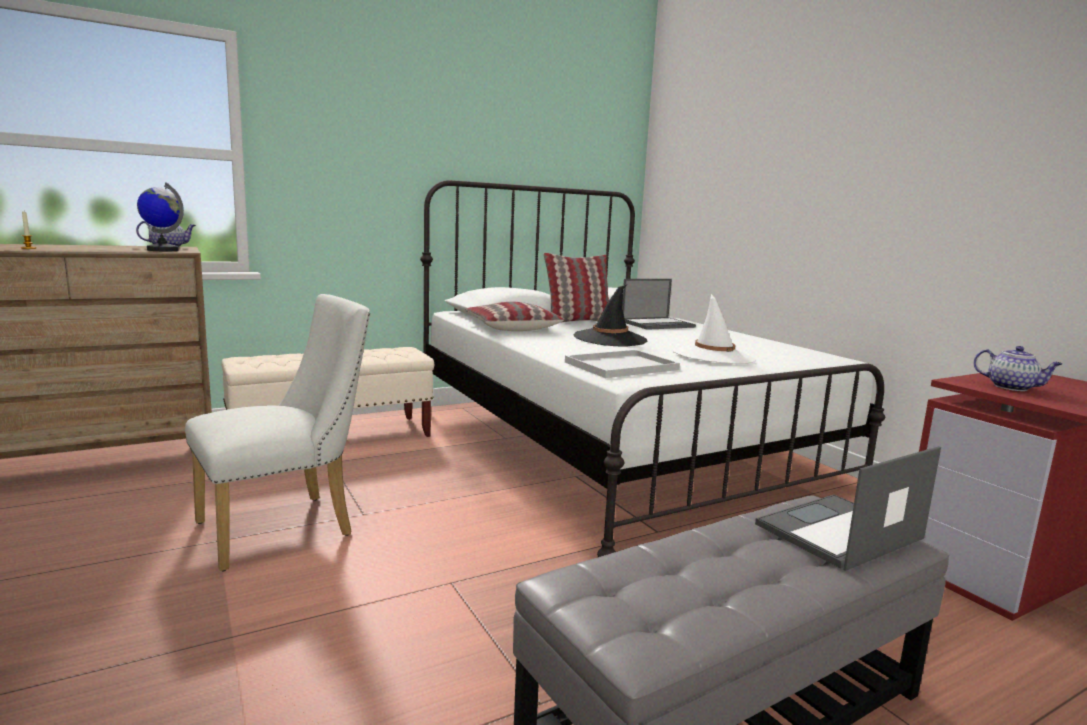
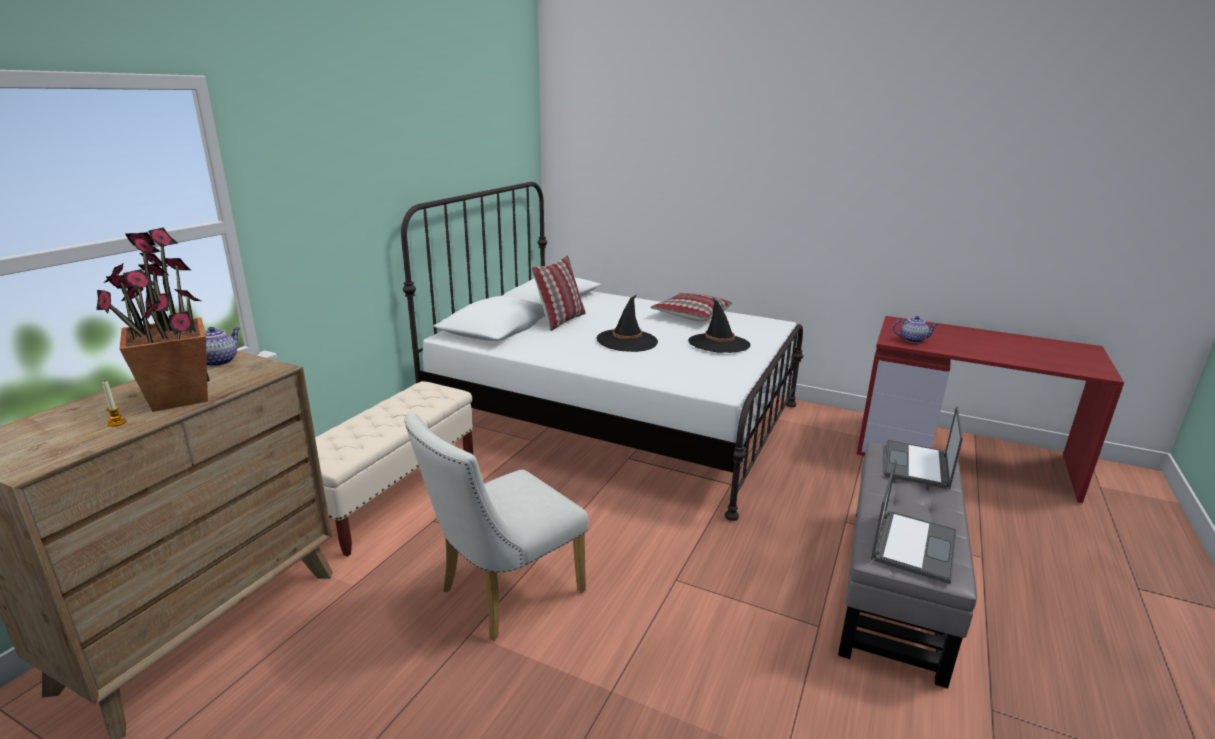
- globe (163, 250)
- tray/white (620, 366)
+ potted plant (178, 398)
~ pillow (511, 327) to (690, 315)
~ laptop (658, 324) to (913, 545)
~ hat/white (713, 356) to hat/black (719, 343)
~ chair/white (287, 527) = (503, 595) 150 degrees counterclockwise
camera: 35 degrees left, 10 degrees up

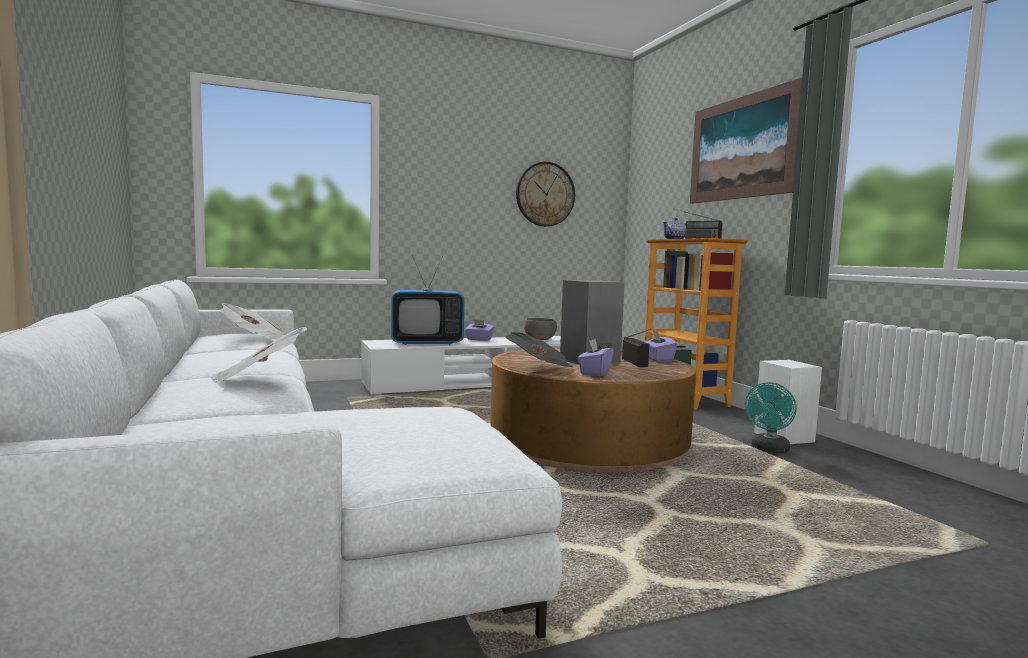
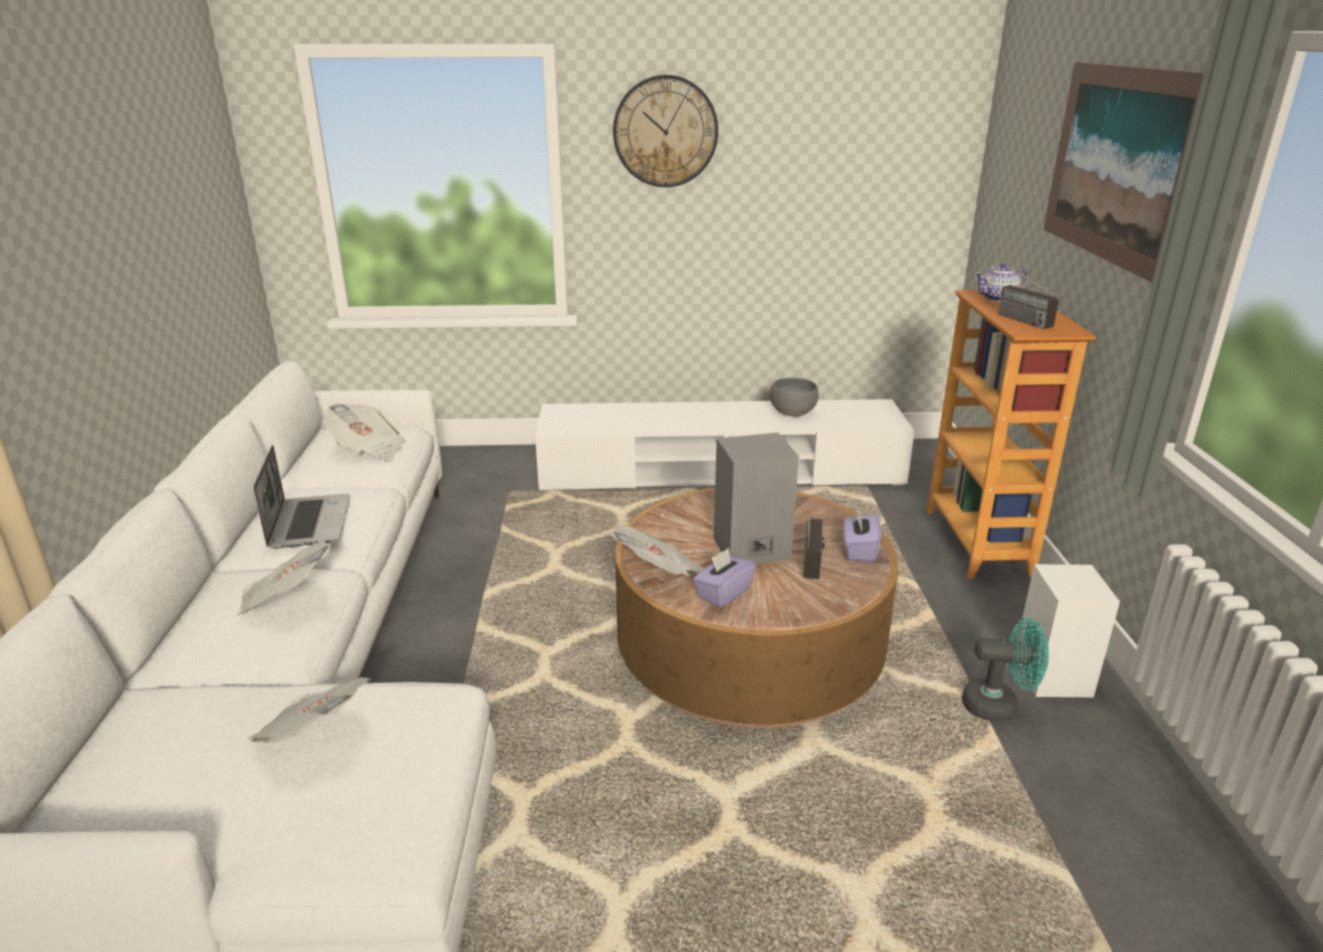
- television (426, 343)
- tissue box/purple (479, 339)
+ newspaper (315, 734)
+ laptop (308, 522)
~ wall clock (545, 194) to (665, 132)
~ fan/turquoise (769, 449) = (998, 706) 135 degrees counterclockwise
camera: 20 degrees right, 20 degrees up

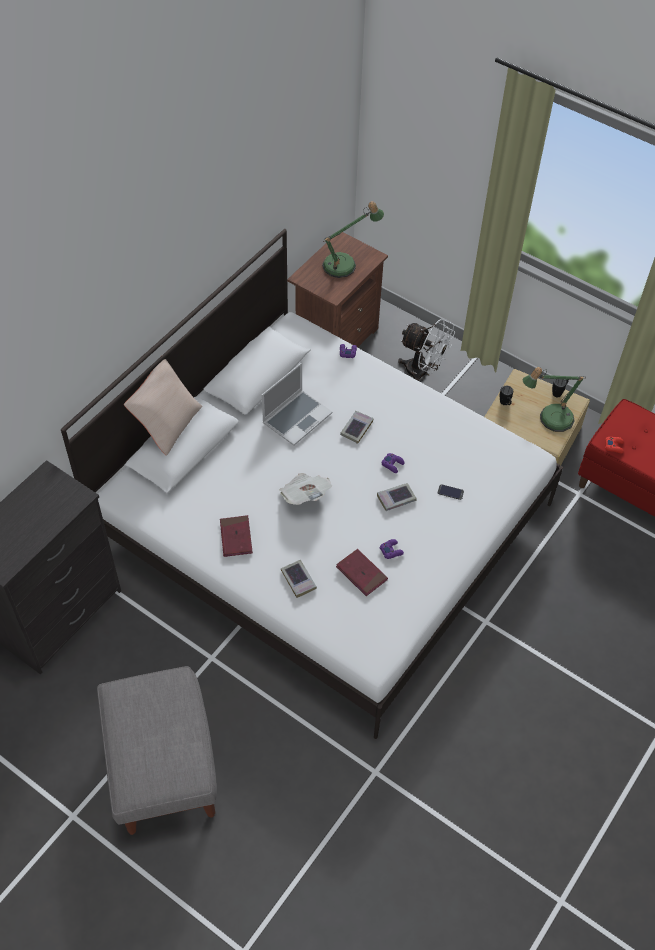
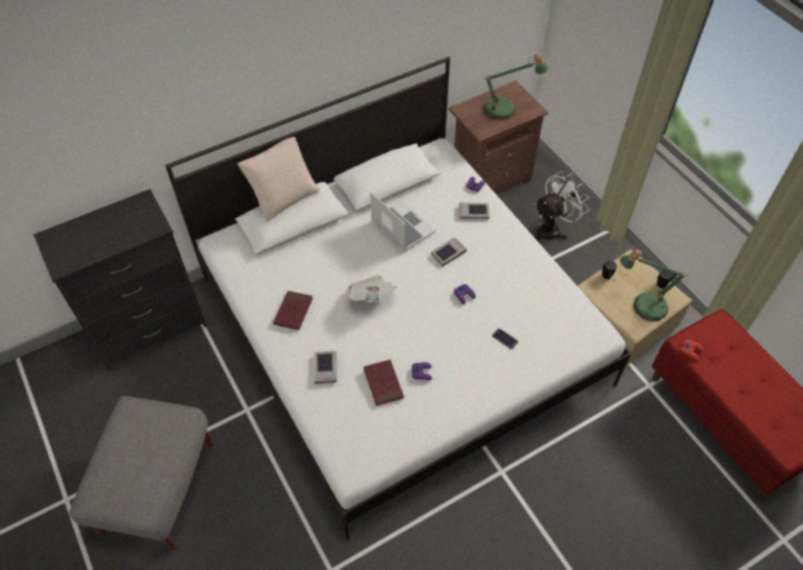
~ book (396, 499) to (473, 213)
~ laptop (297, 417) = (401, 227) 105 degrees counterclockwise
~ fan/white (422, 372) = (552, 229) 90 degrees counterclockwise
camera: 25 degrees right, 0 degrees up

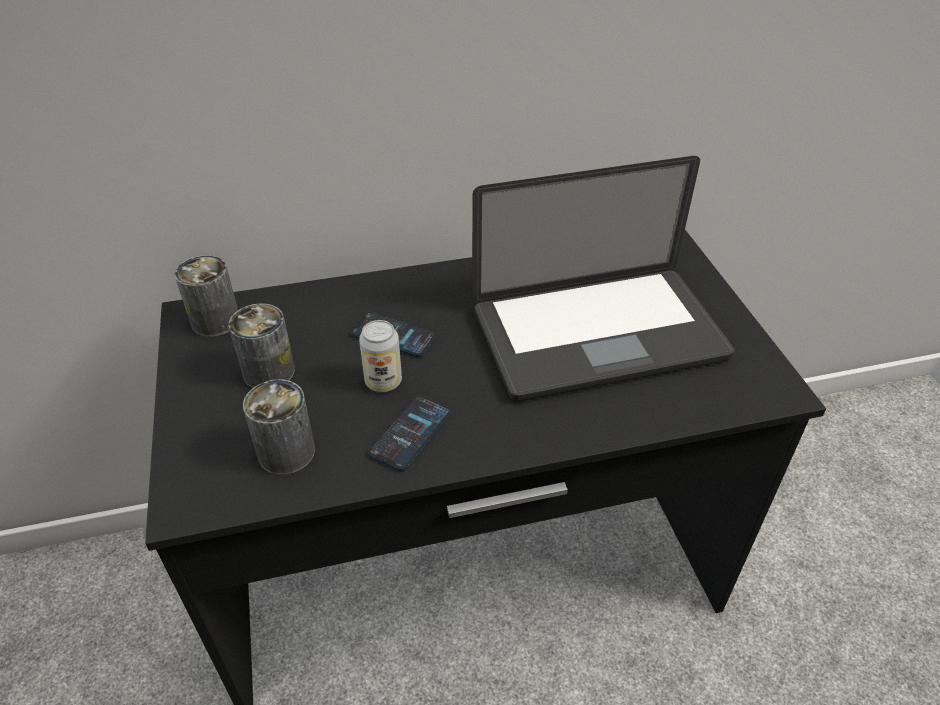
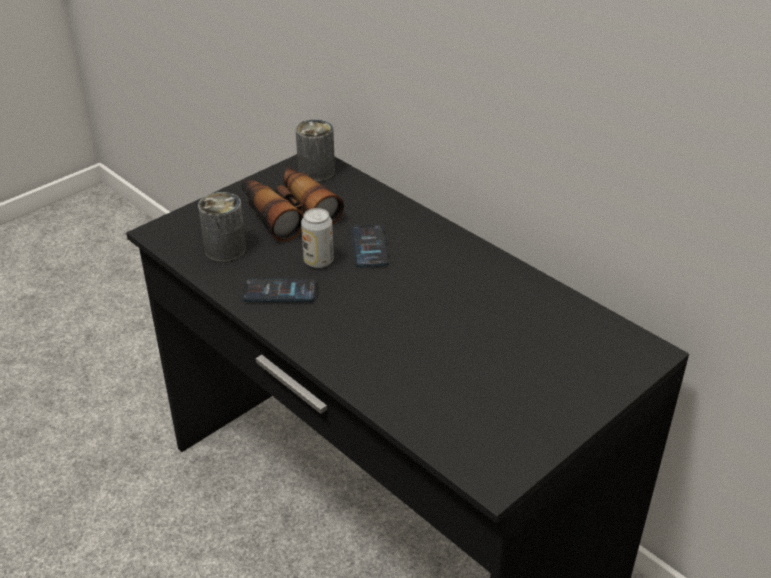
- laptop (598, 335)
~ can (269, 372) to binoculars (288, 212)
camera: 60 degrees right, 5 degrees down

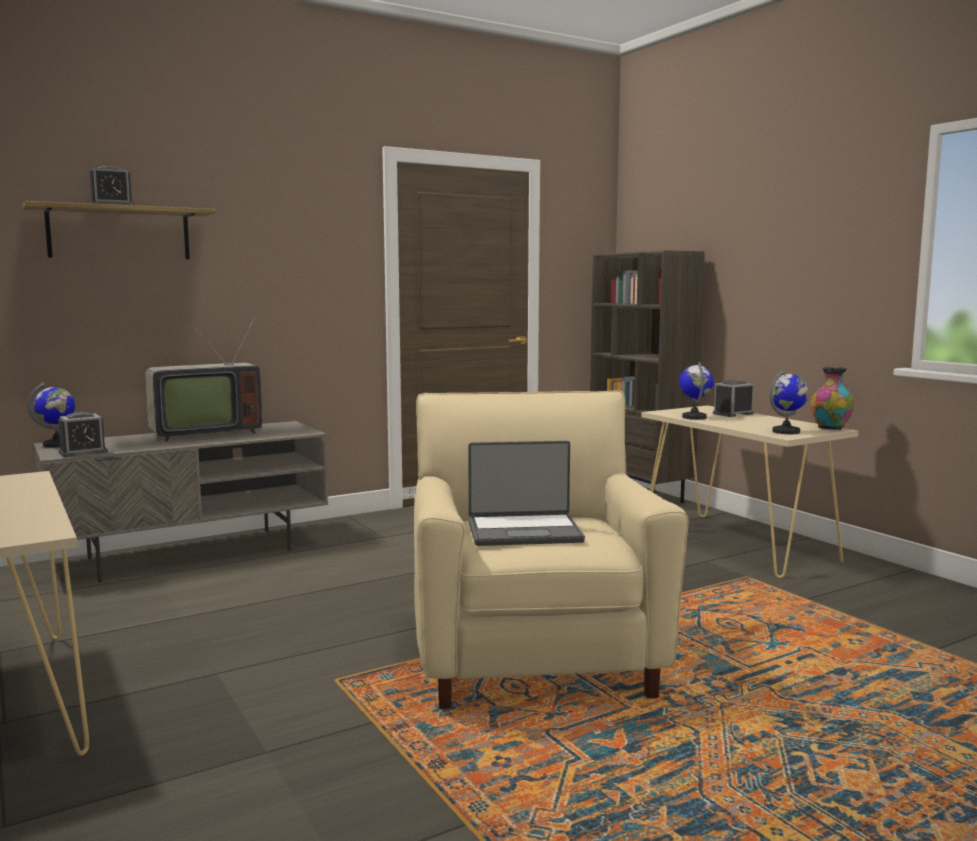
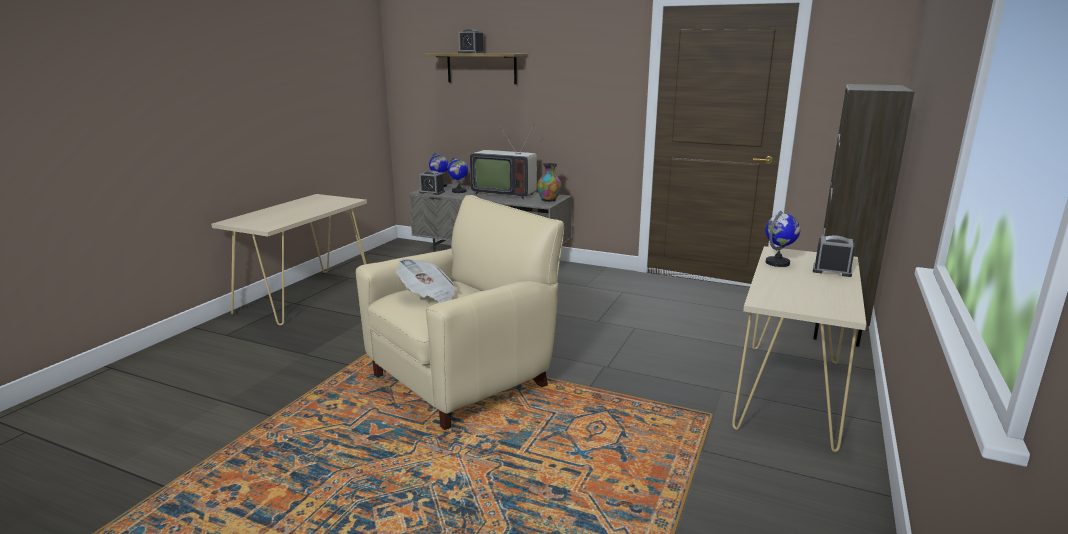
~ globe (786, 432) to (459, 191)
~ vase (830, 428) to (549, 200)
~ laptop (524, 532) to newspaper (428, 296)
camera: 55 degrees right, 10 degrees up

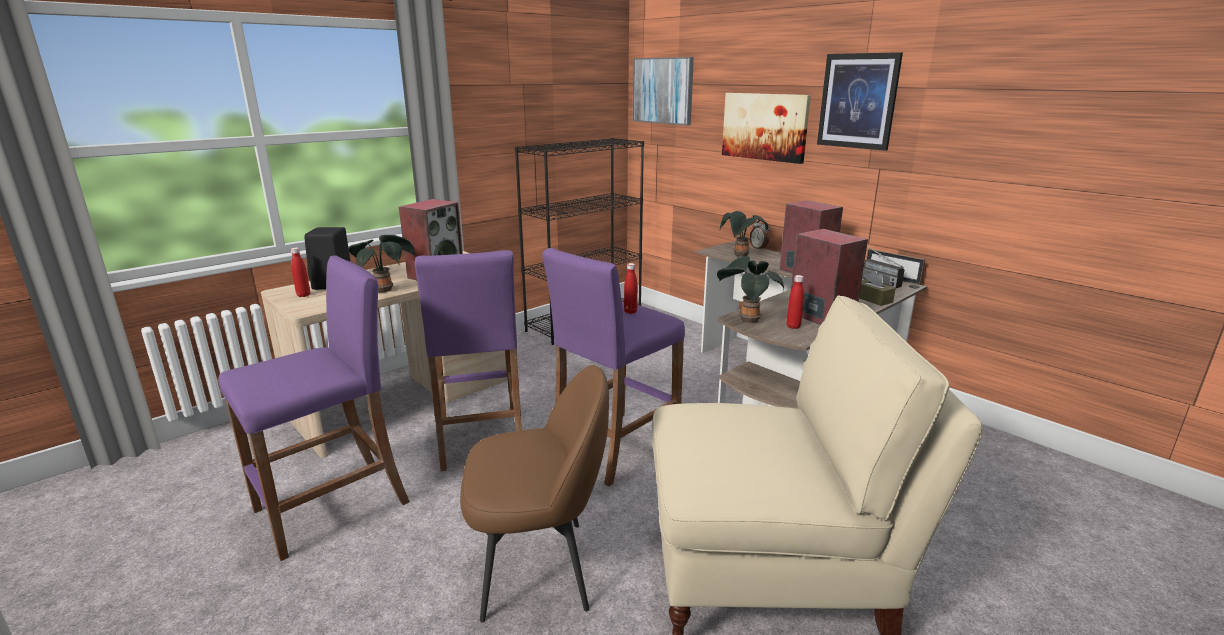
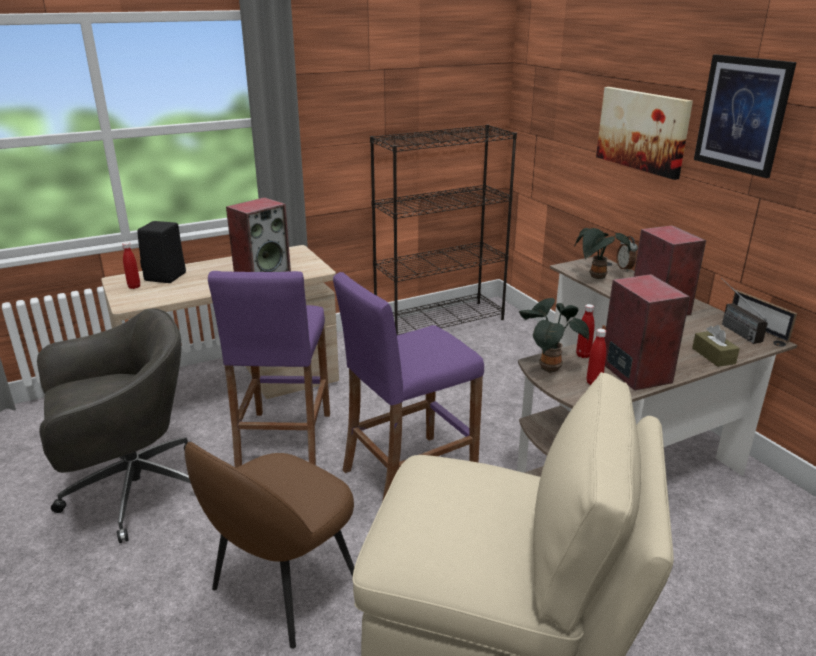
- potted plant (386, 290)
- picture (663, 90)
~ bottle/red (630, 312) to (583, 355)
~ stool/purple (333, 506) to office chair/grey (132, 491)
~ chair/brown (539, 568) = (283, 589) 120 degrees clockwise
camera: 15 degrees right, 5 degrees up

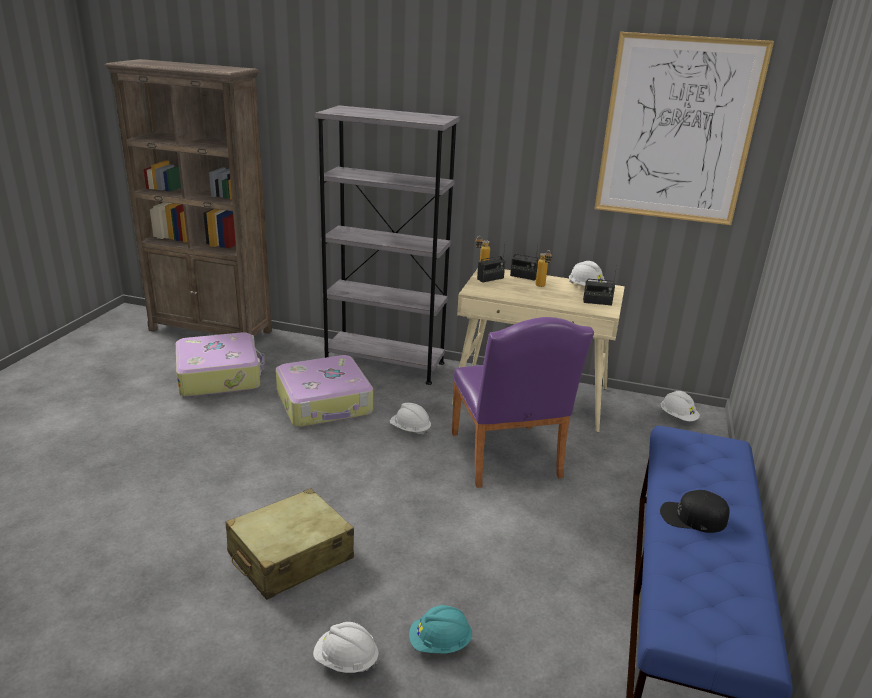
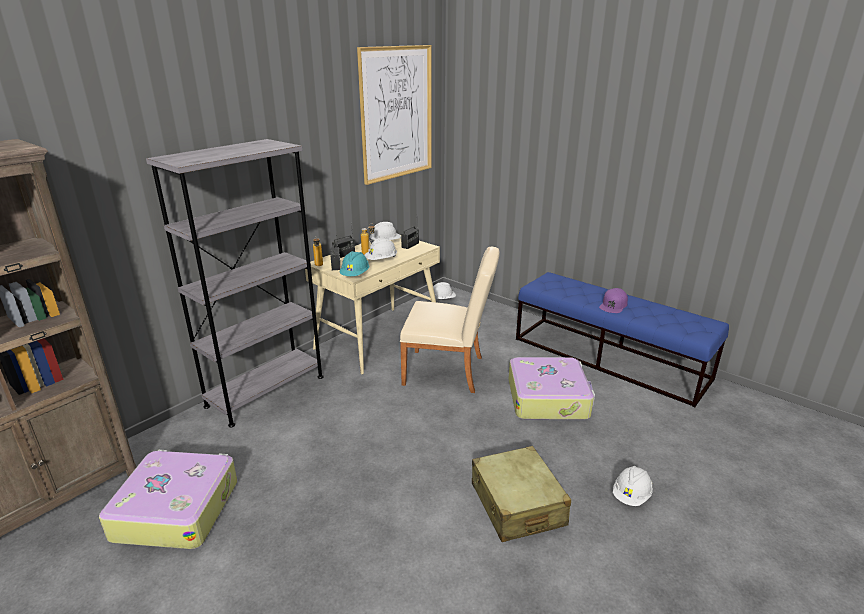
~ suitcase (325, 403) to (548, 398)
~ hard hat/white (410, 429) to (381, 260)
~ hard hat/turquoise (439, 643) to (355, 275)
~ chair/purple (507, 459) to chair/beige (449, 371)
~ cap/black (693, 517) to cap/purple (613, 305)
camera: 65 degrees left, 0 degrees up

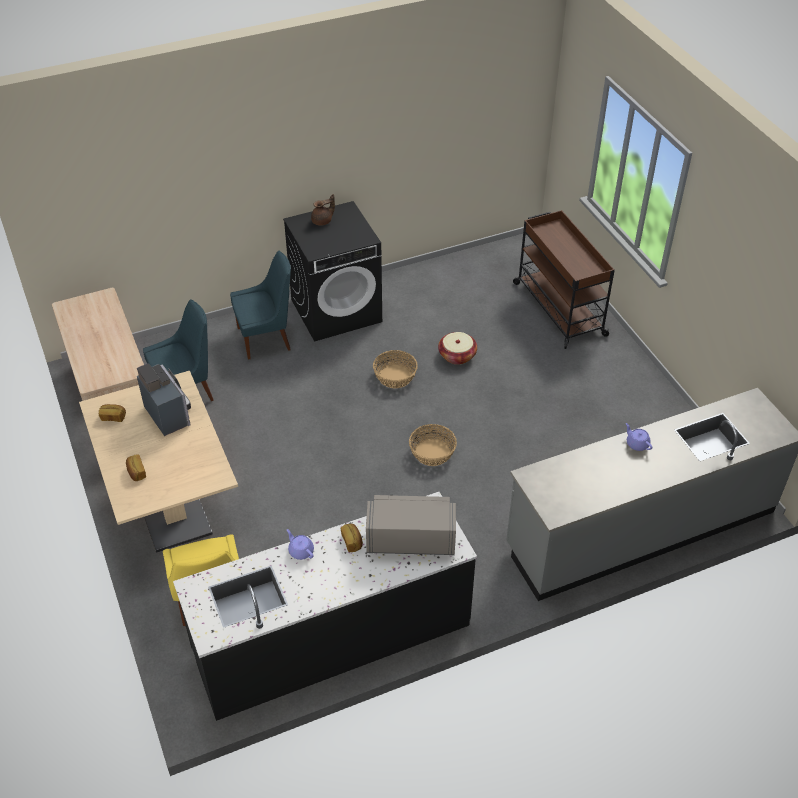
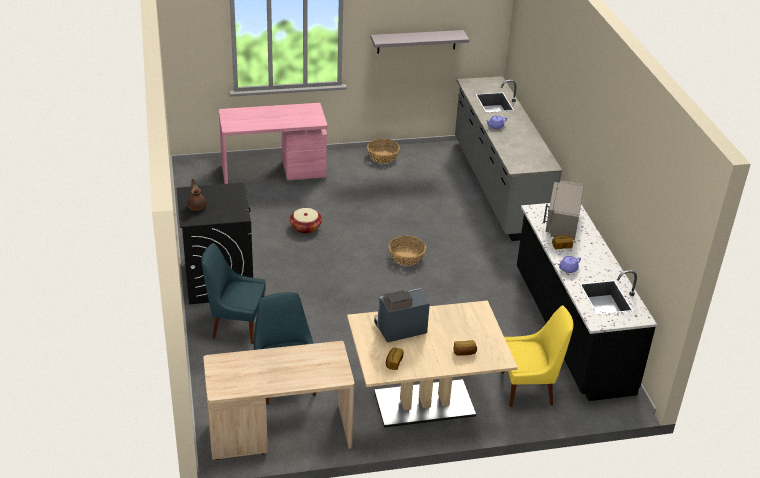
+ shelf/grey (416, 41)
~ basket (395, 376) to (382, 157)
~ cart/brown (558, 308) to desk/pink (273, 172)
~ chair/blue (266, 338) = (236, 325) 75 degrees counterclockwise
camera: 80 degrees left, 10 degrees down

